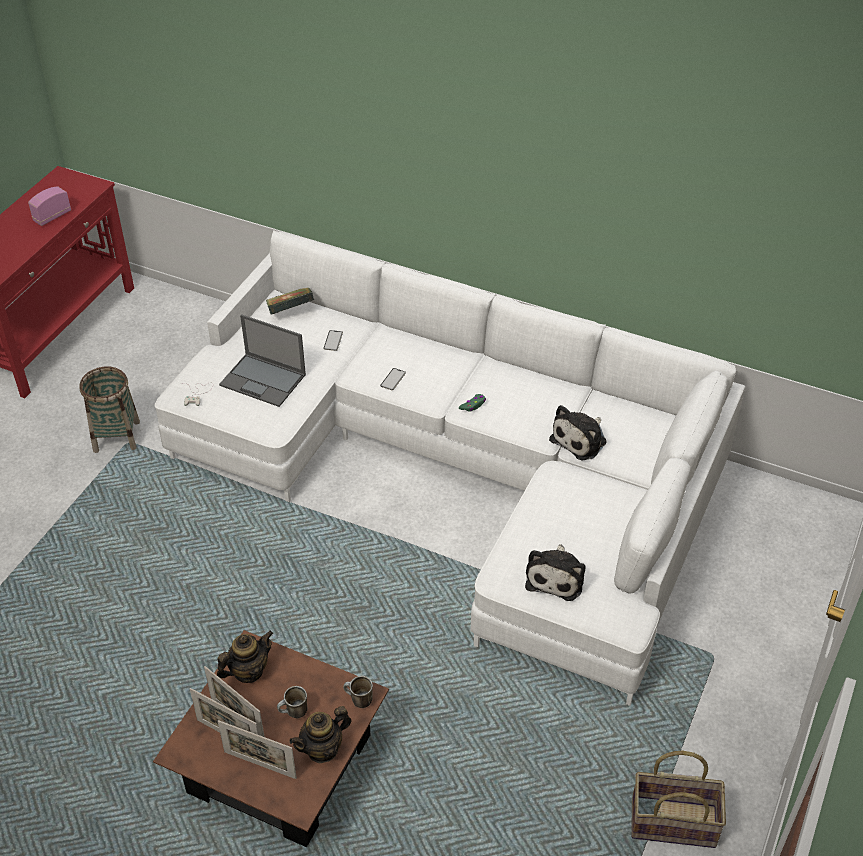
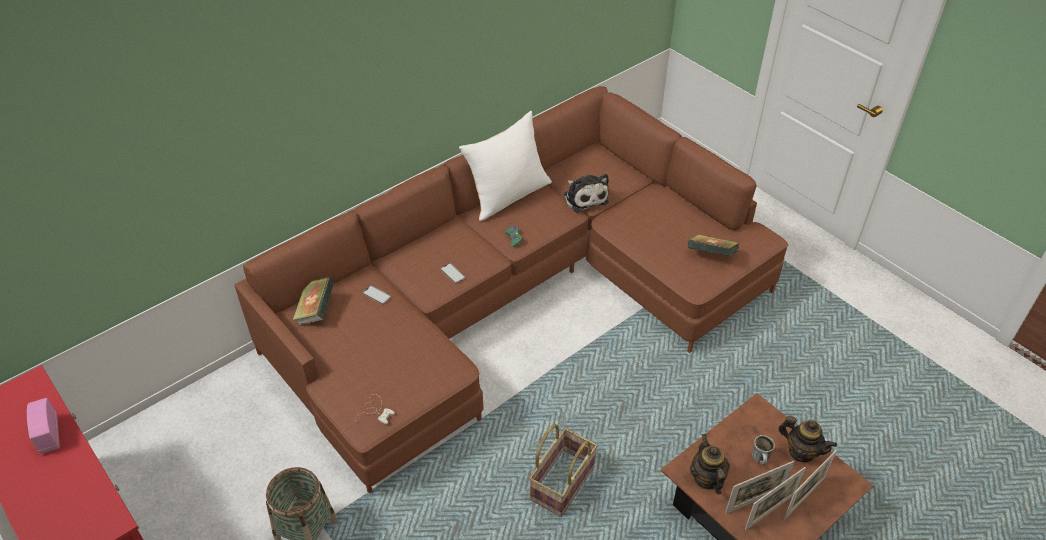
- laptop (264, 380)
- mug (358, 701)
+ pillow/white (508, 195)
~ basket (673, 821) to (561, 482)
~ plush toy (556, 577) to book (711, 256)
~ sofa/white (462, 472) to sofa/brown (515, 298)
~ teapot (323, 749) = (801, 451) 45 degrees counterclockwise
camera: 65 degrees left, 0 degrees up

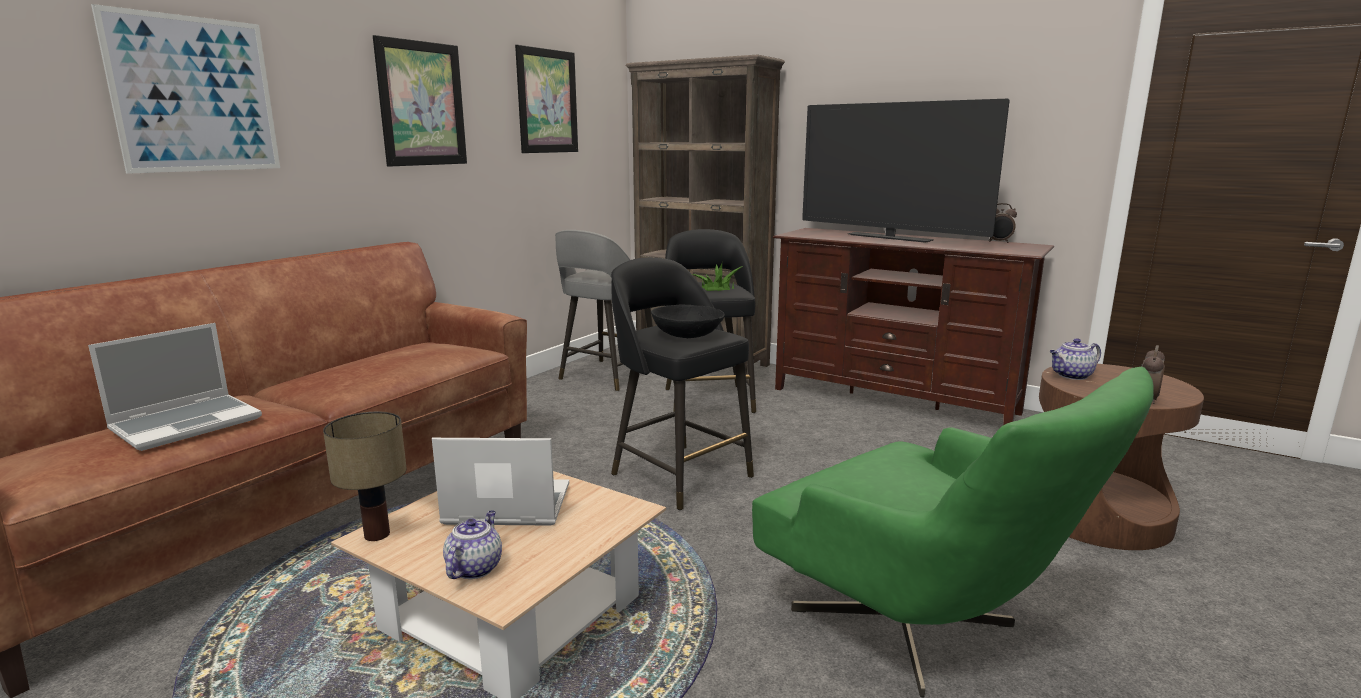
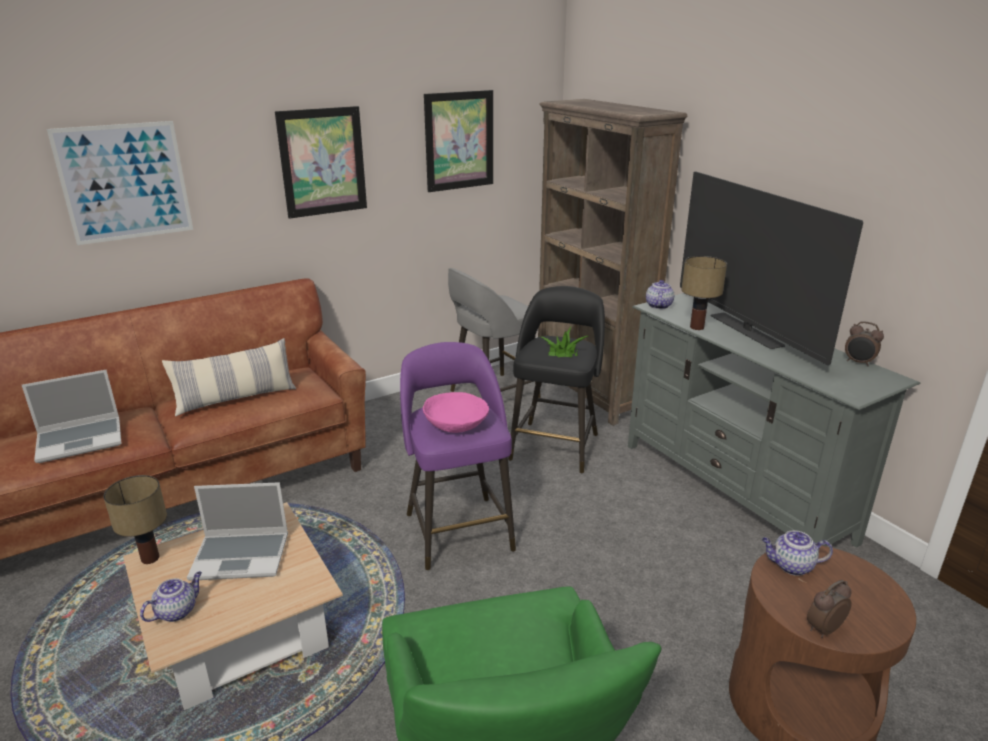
+ pillow (236, 399)
+ teapot (658, 305)
+ table lamp (696, 327)
~ stool/black (679, 474) to stool/purple (458, 529)
~ bowl/black (687, 334) to bowl/pink (455, 425)
~ tv stand/brown (894, 400) to tv stand/grey (734, 490)
~ laptop (505, 506) = (242, 556) 150 degrees clockwise
camera: 25 degrees right, 10 degrees up

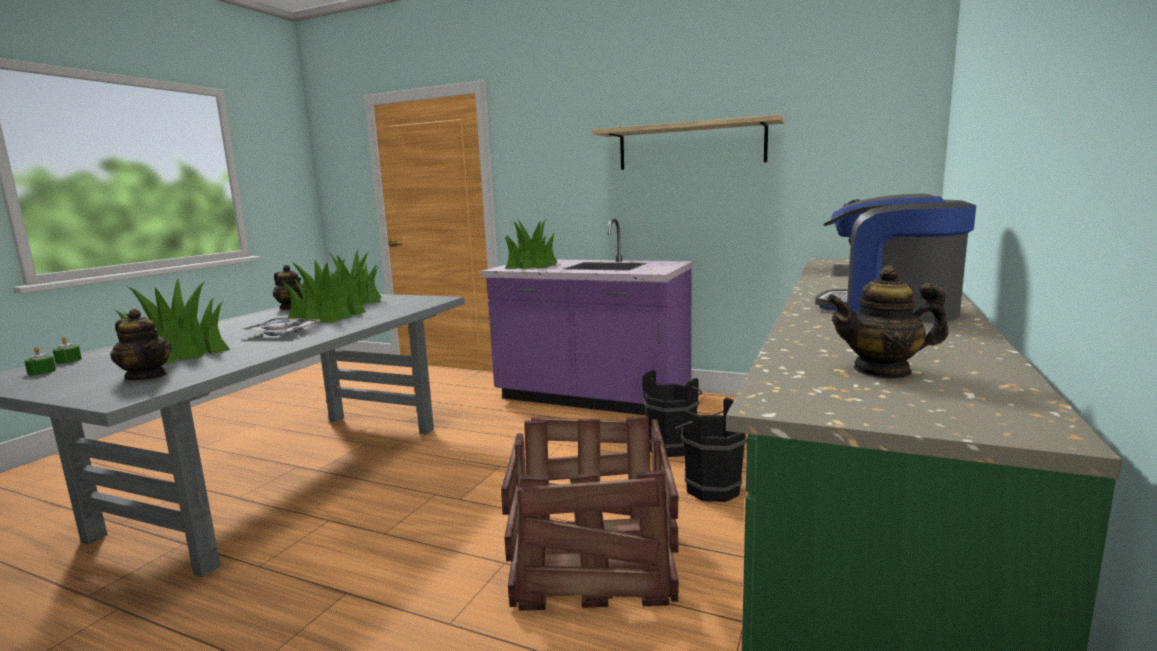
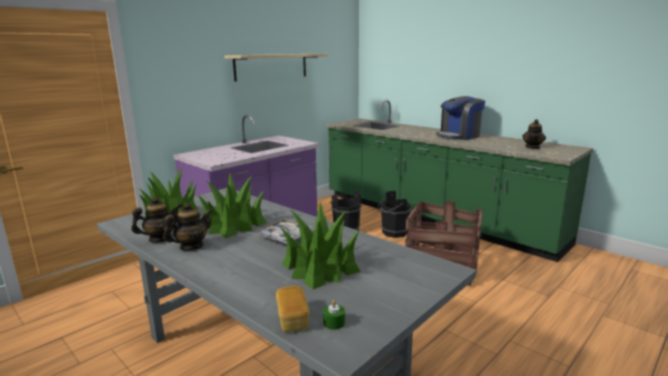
- potted plant (531, 265)
~ teapot (147, 376) to (191, 246)
~ candle/green (68, 360) to bread (292, 319)
camera: 70 degrees left, 5 degrees up

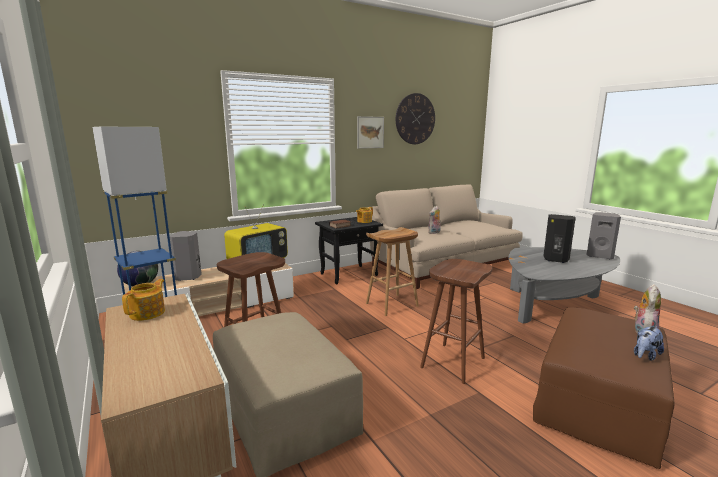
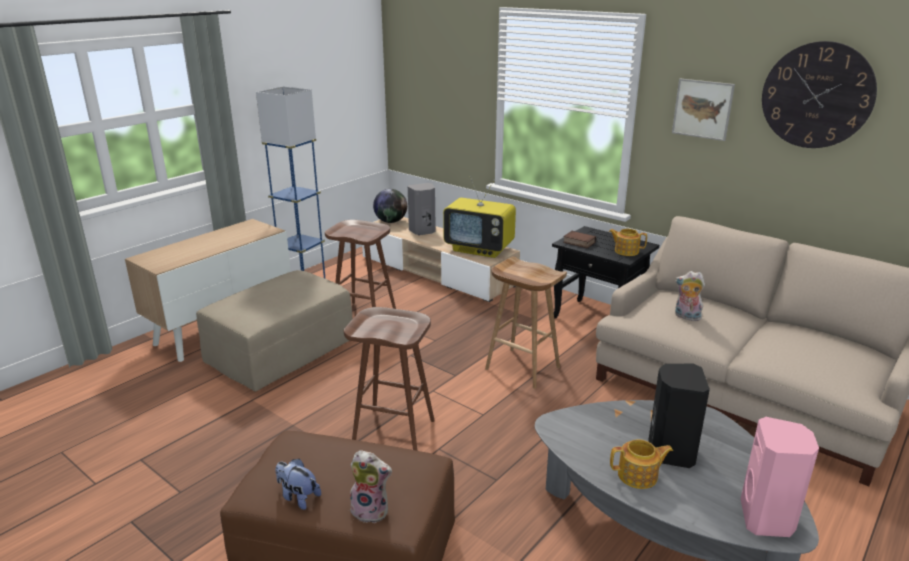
~ teapot (148, 313) to (638, 476)
~ speaker/grey (600, 256) to speaker/pink (767, 519)
camera: 70 degrees right, 10 degrees up

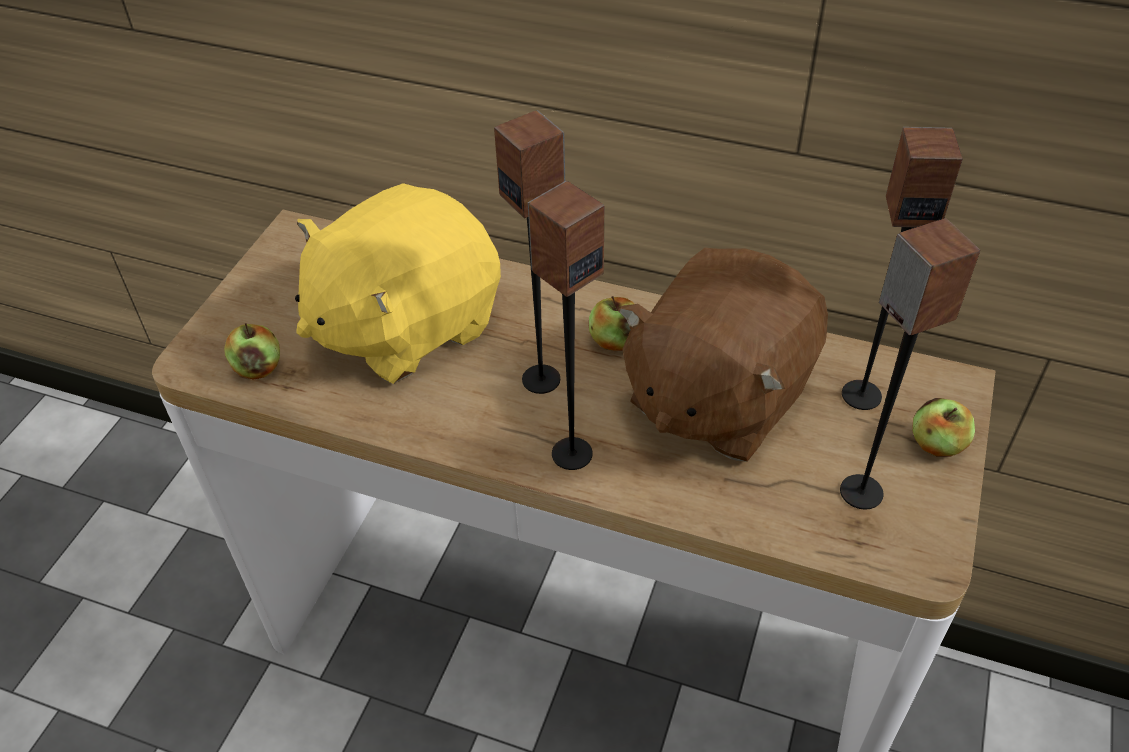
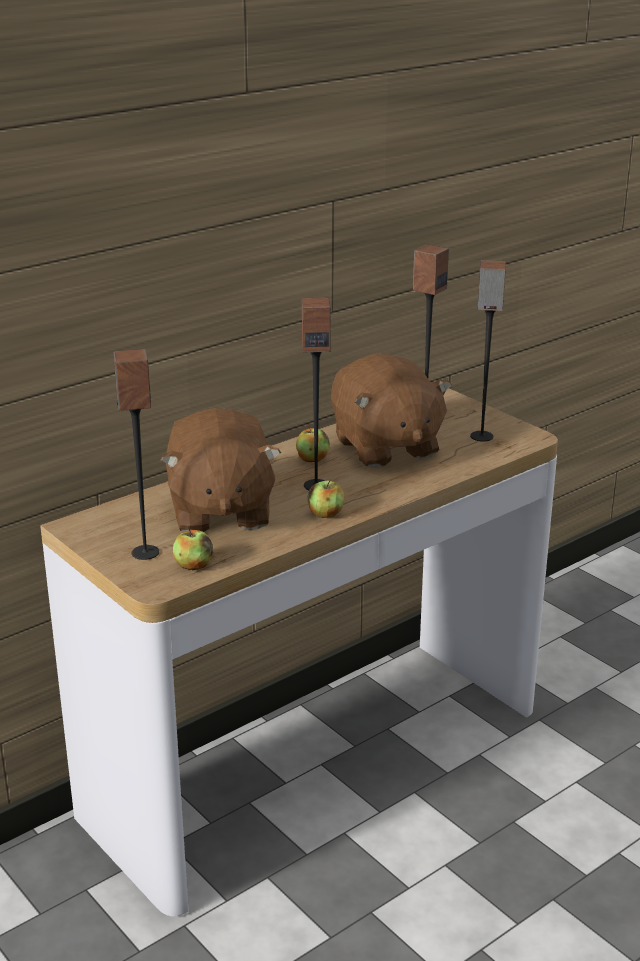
~ speaker (571, 453) to (144, 552)
~ apple (936, 444) to (325, 514)
~ plush toy/yellow (405, 326) to plush toy/brown (219, 511)
camera: 60 degrees left, 20 degrees down

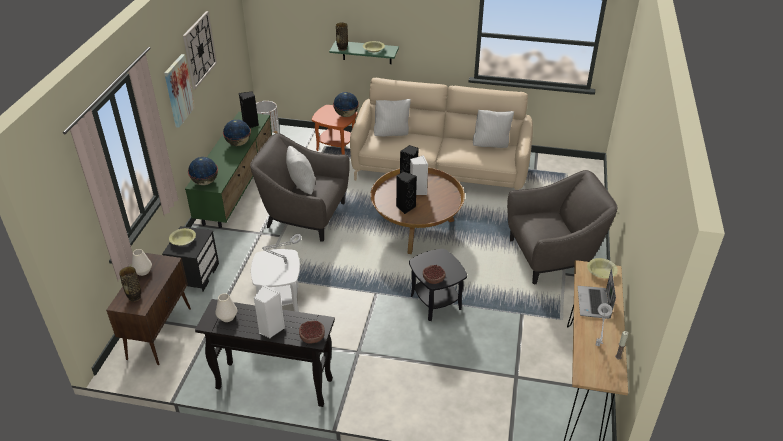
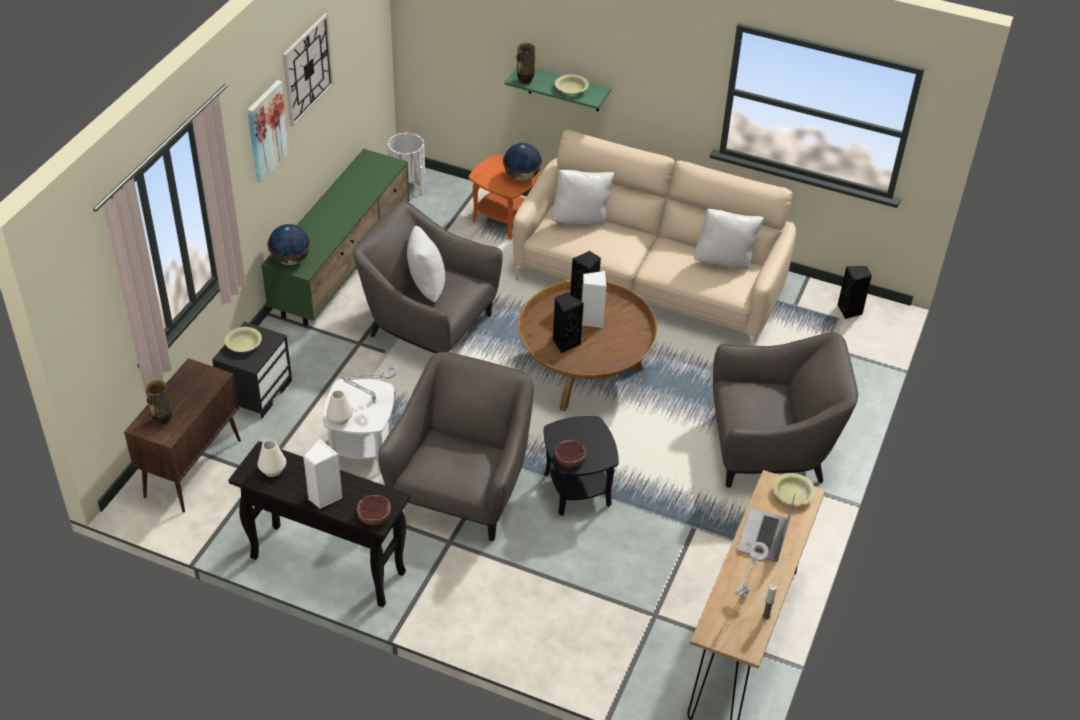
- globe (238, 143)
+ armchair/grey (462, 489)
~ vase/white (143, 271) to (340, 419)
~ speaker/black (251, 124) to (850, 311)
camera: 10 degrees right, 5 degrees up

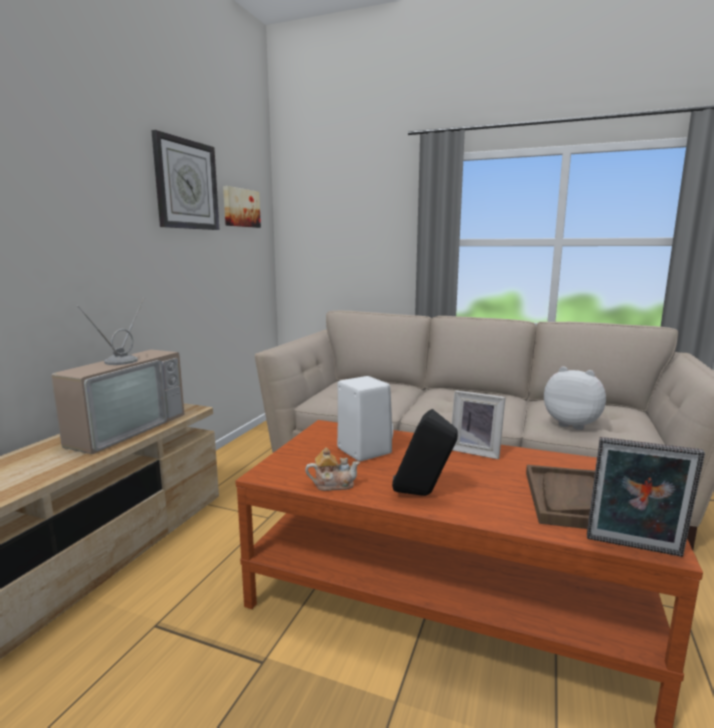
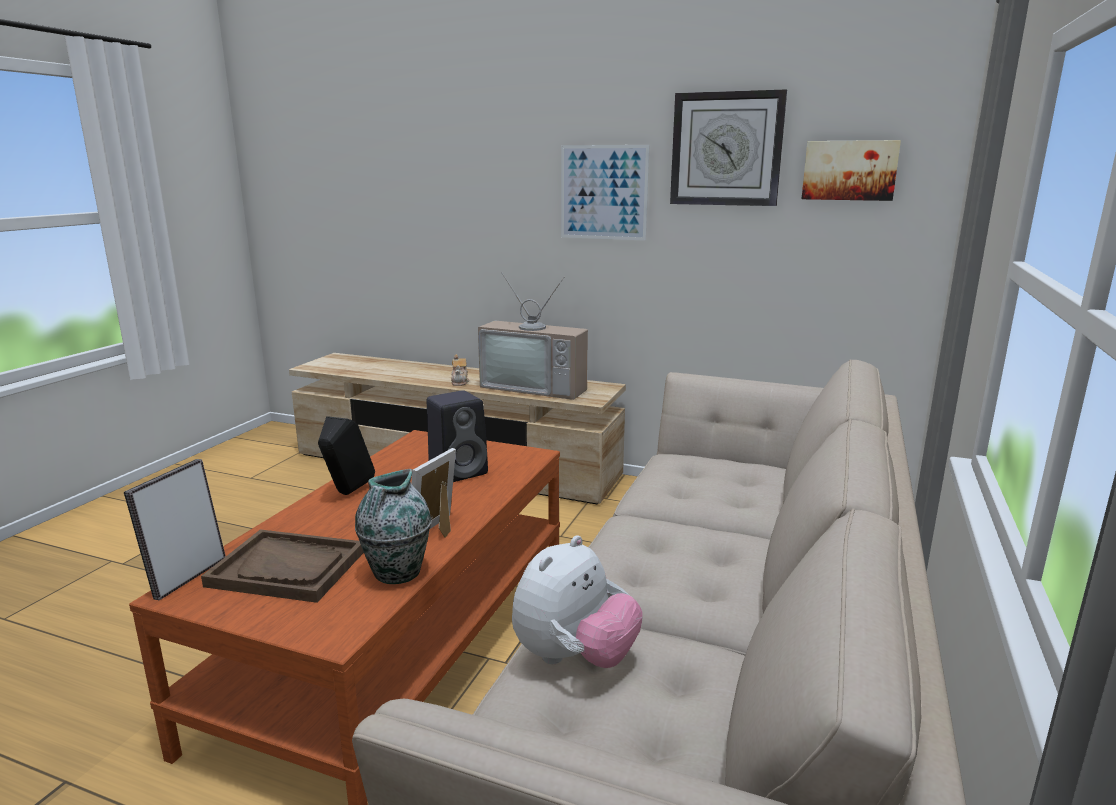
+ vase (396, 573)
+ picture (603, 192)
~ teapot (333, 484) to (460, 382)
~ speaker/white (362, 450) to speaker/black (459, 471)
camera: 90 degrees right, 5 degrees up

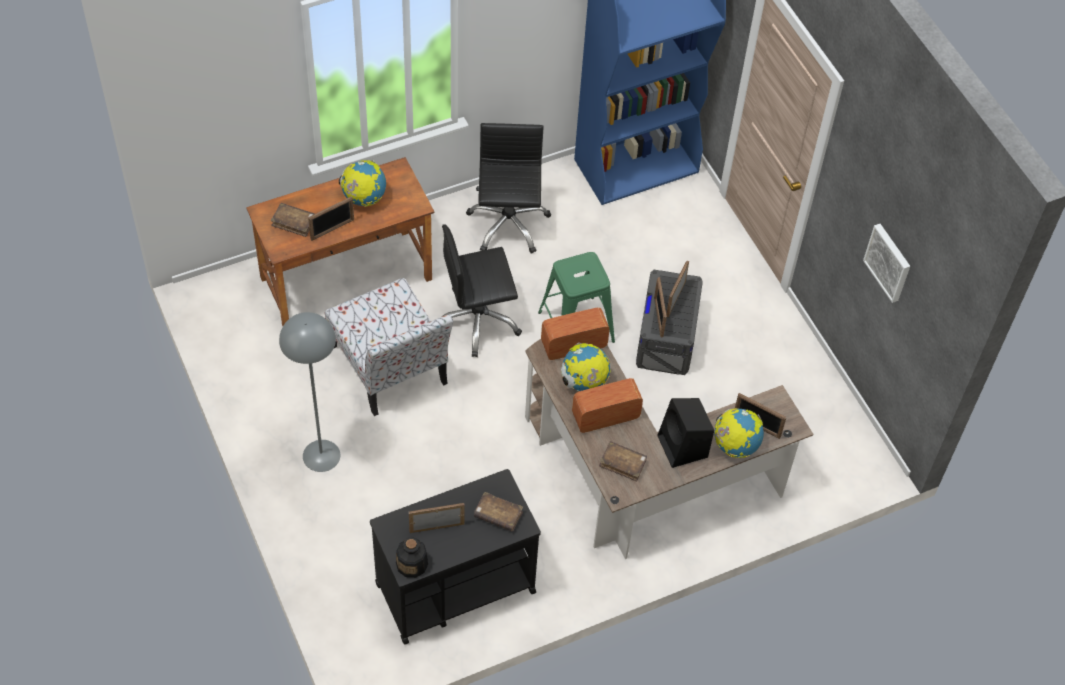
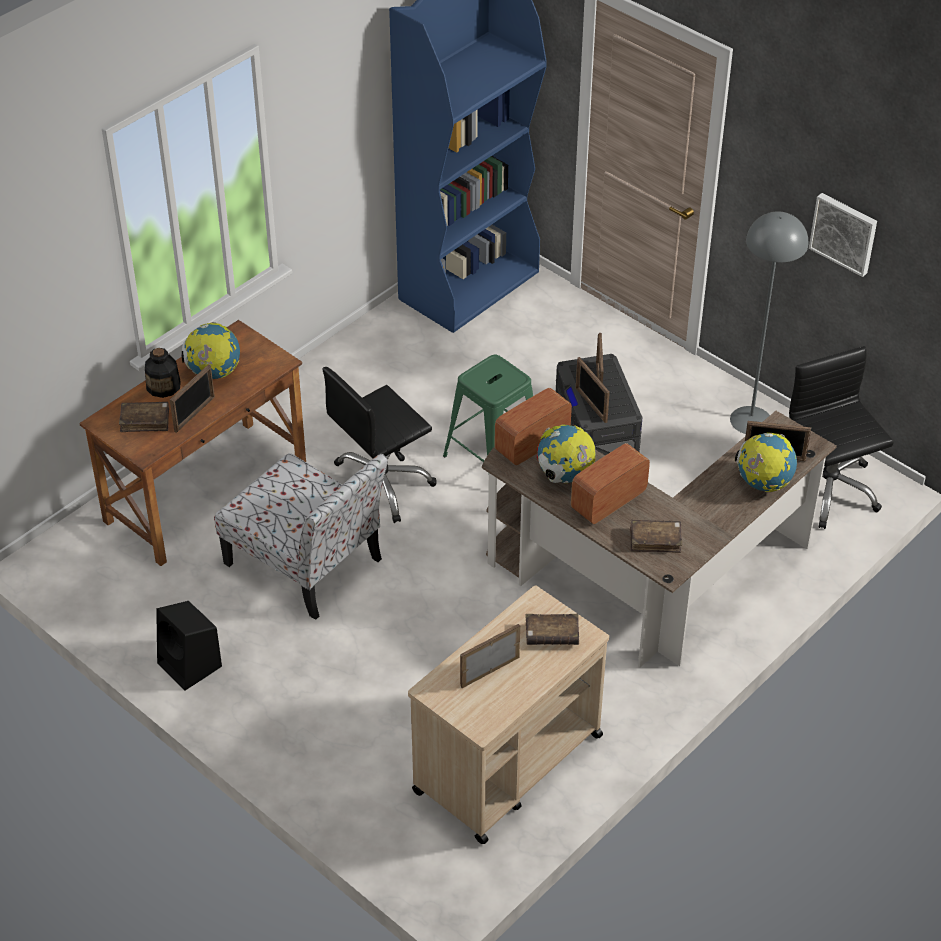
~ floor lamp/grey (321, 455) to (751, 420)
~ bottle (412, 564) to (164, 386)
~ office chair/black (508, 224) to (827, 489)
~ speaker/black (683, 447) to (191, 665)
~ cart/black (454, 587) to cart/beige (506, 764)
camera: 20 degrees left, 10 degrees down

